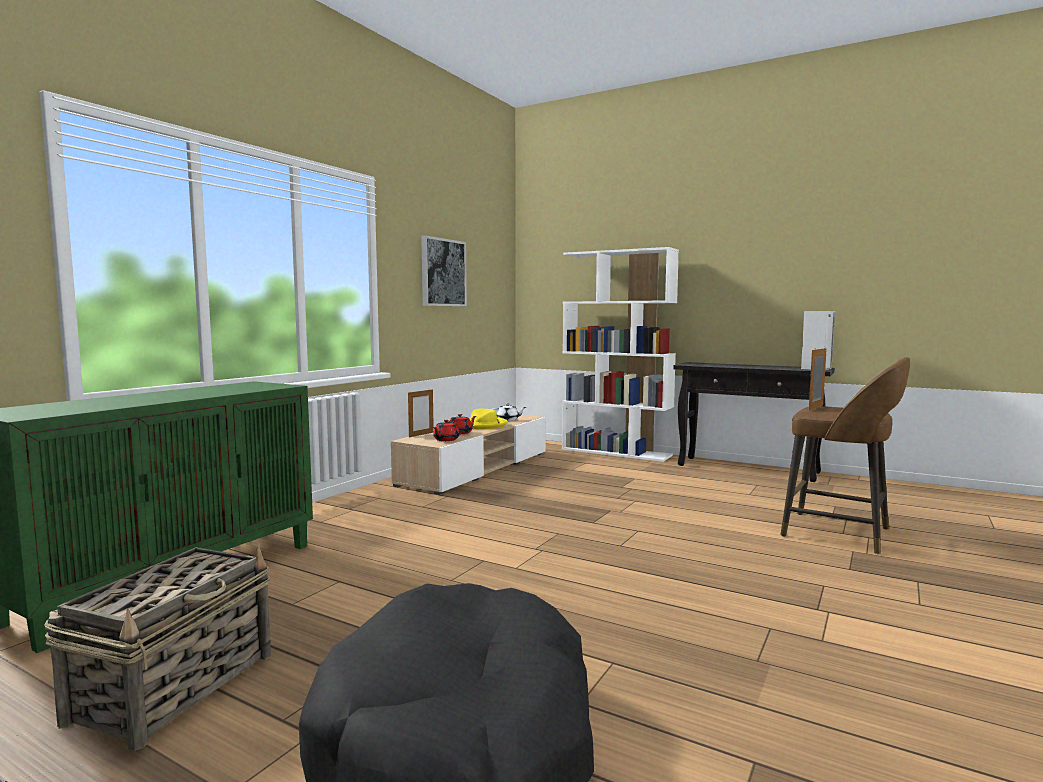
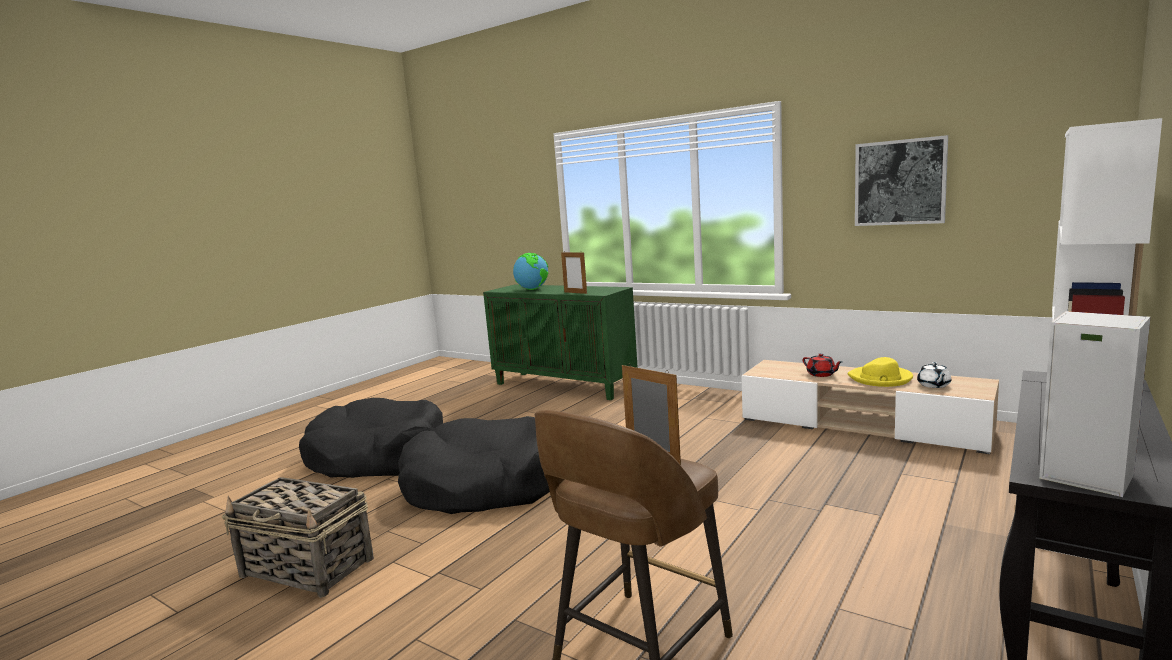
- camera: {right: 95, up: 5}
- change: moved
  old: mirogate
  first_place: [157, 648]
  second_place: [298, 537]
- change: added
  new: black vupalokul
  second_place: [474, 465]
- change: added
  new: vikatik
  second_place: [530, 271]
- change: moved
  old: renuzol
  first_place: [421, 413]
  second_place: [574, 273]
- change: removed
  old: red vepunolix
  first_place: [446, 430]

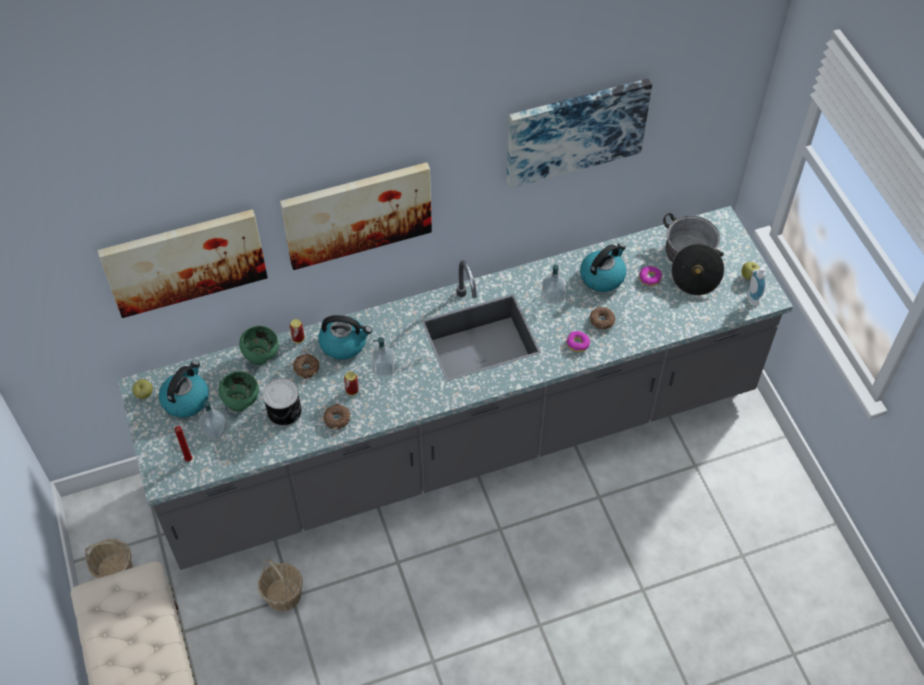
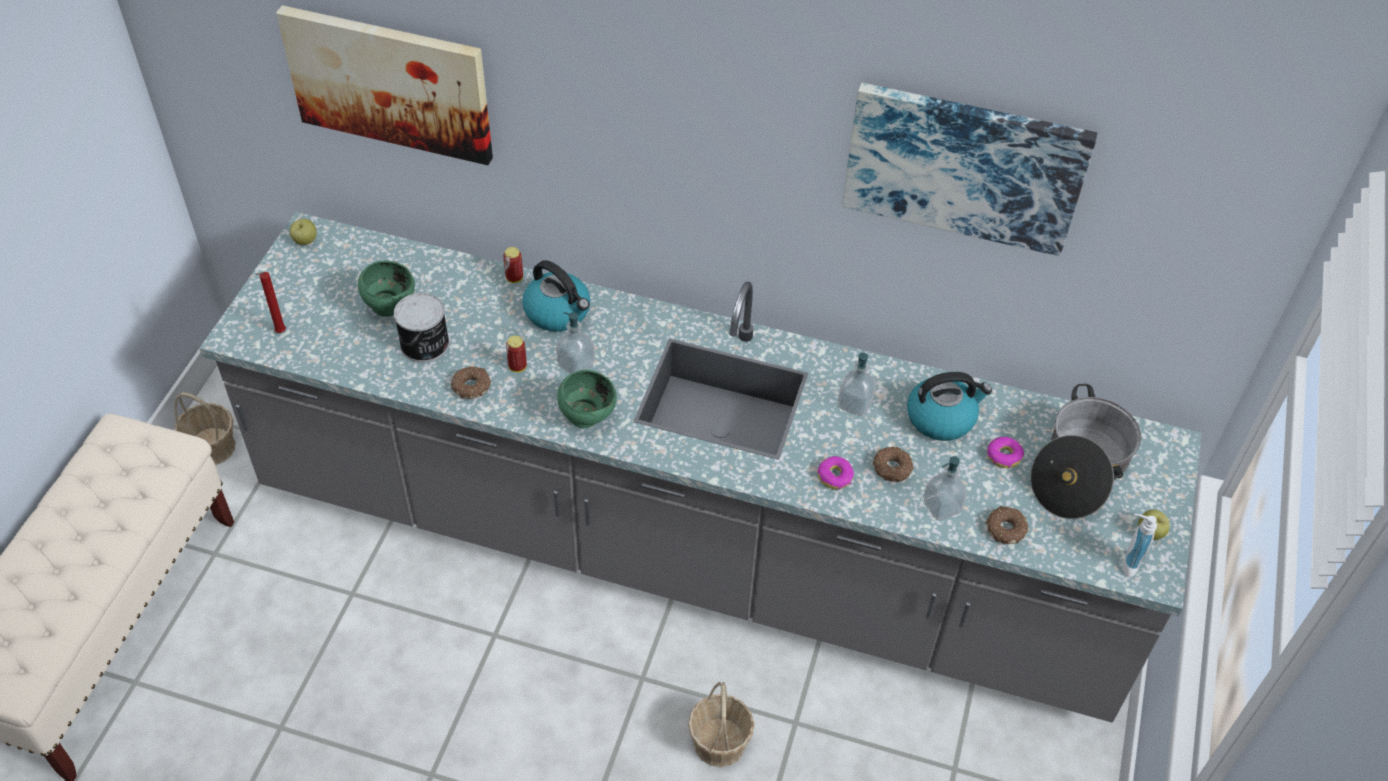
- camera: {right: 35, up: -5}
- change: moved
  old: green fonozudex
  first_place: [259, 345]
  second_place: [587, 399]
- change: moved
  old: mirogate
  first_place: [280, 585]
  second_place: [721, 725]
- change: moved
  old: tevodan
  first_place: [213, 420]
  second_place: [945, 488]
- change: moved
  old: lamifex
  first_place: [306, 366]
  second_place: [1007, 525]
- change: removed
  old: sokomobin
  first_place: [184, 389]
- change: removed
  old: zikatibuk
  first_place: [356, 216]

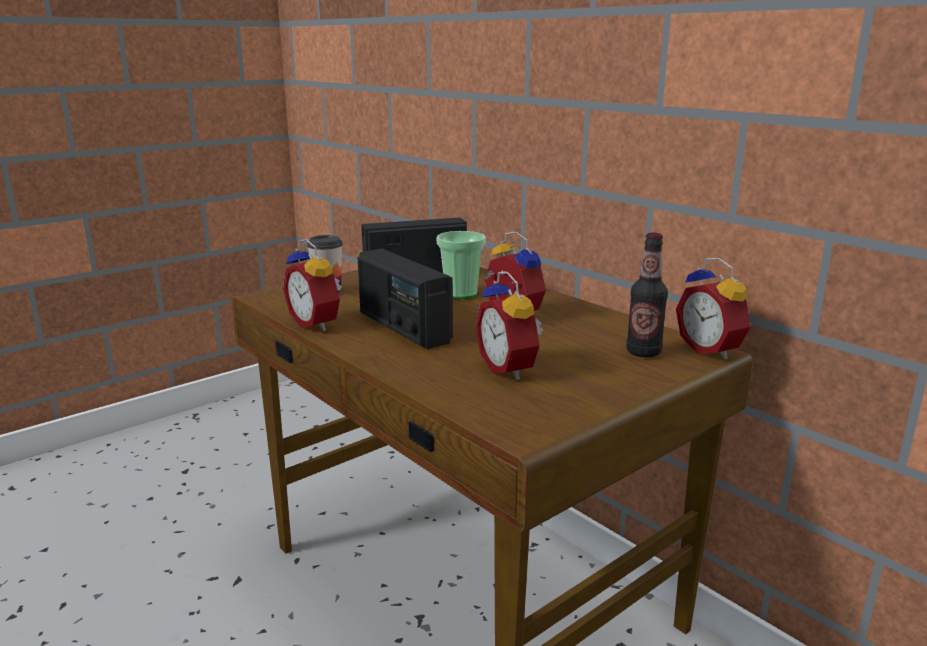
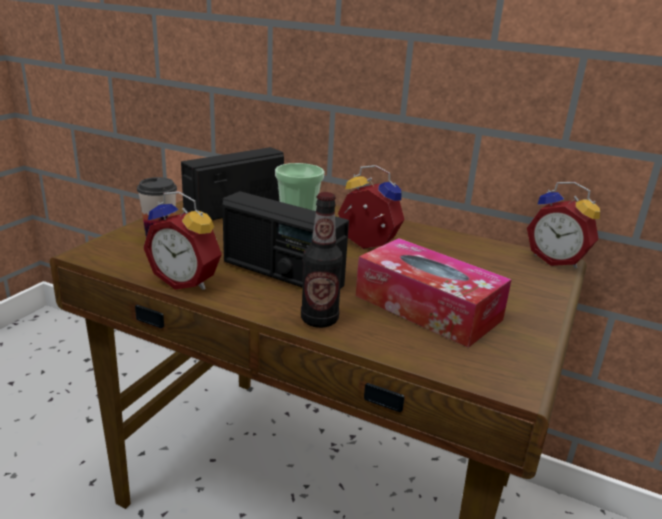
- camera: {right: -25, up: 5}
- change: moved
  old: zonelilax
  first_place: [647, 295]
  second_place: [322, 260]
- change: replaced
  old: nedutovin
  new: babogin
  first_place: [509, 326]
  second_place: [434, 293]

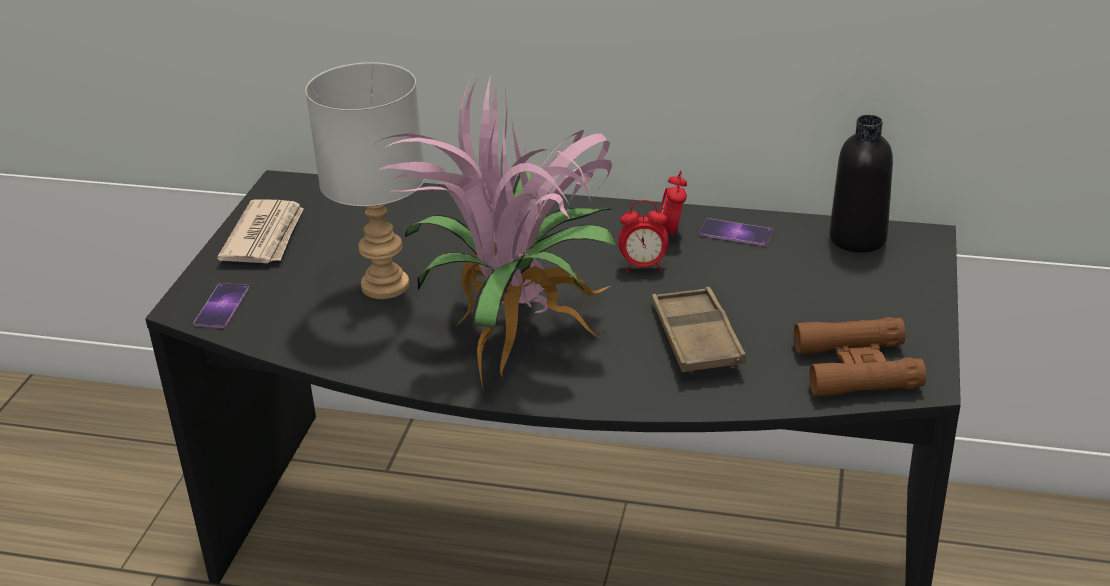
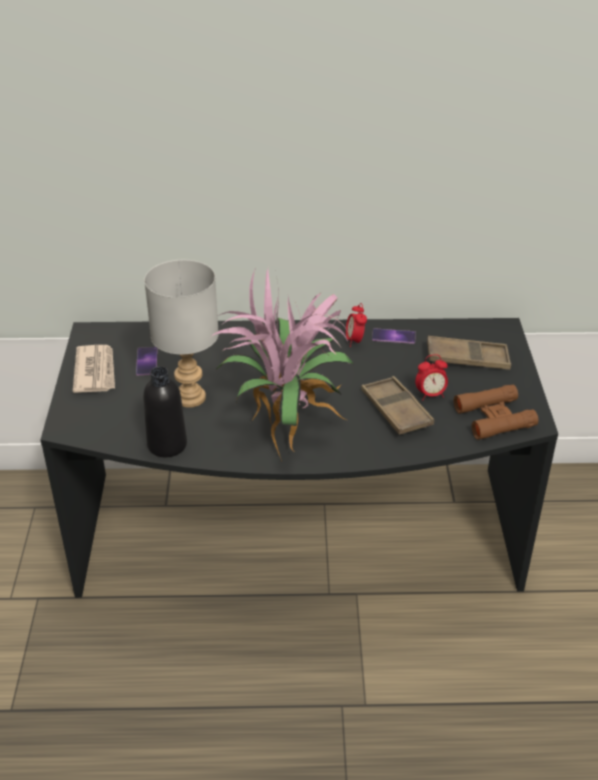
- camera: {right: -15, up: 5}
- change: moved
  old: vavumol
  first_place: [221, 305]
  second_place: [146, 361]
- change: moved
  old: black zonelilax
  first_place: [861, 184]
  second_place: [165, 412]
- change: moved
  old: nedutovin
  first_place: [643, 236]
  second_place: [431, 377]
- change: added
  new: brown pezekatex
  second_place: [469, 353]

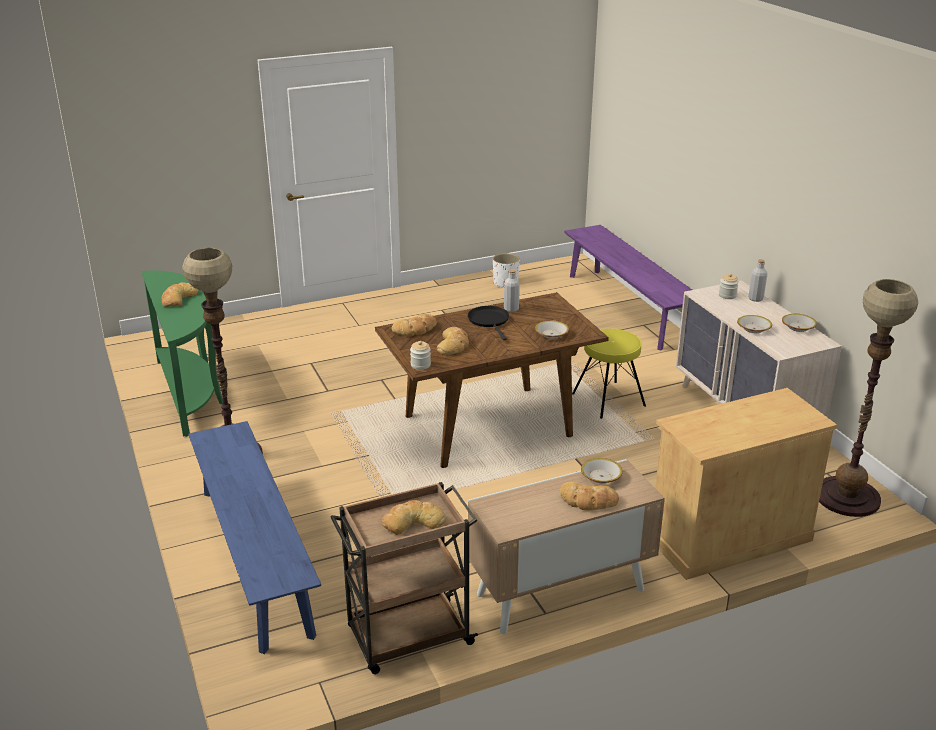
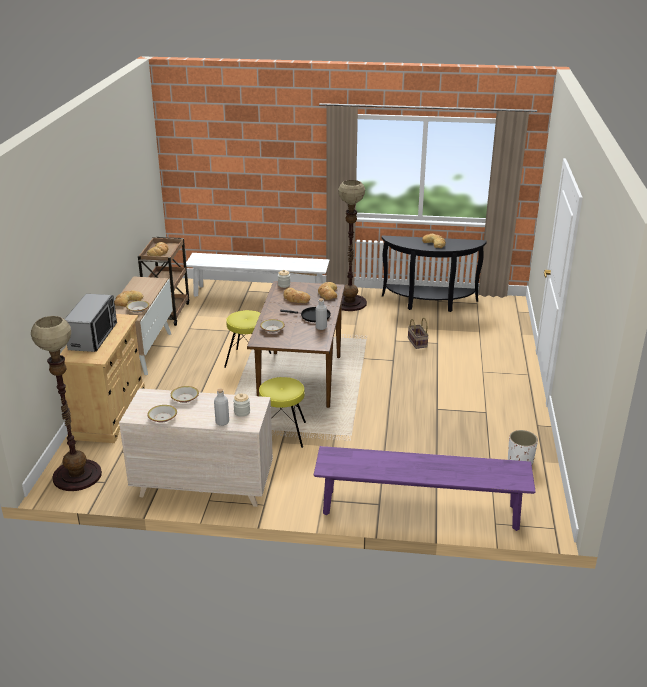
- camera: {right: 120, up: 0}
- change: added
  new: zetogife
  second_place: [91, 323]
- change: recoloured
  old: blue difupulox
  new: white difupulox
  first_place: [254, 537]
  second_place: [258, 275]
- change: added
  new: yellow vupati
  second_place: [247, 339]
- change: recoloured
  old: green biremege
  new: black biremege
  first_place: [182, 353]
  second_place: [434, 274]
- change: added
  new: mirogate
  second_place: [418, 333]

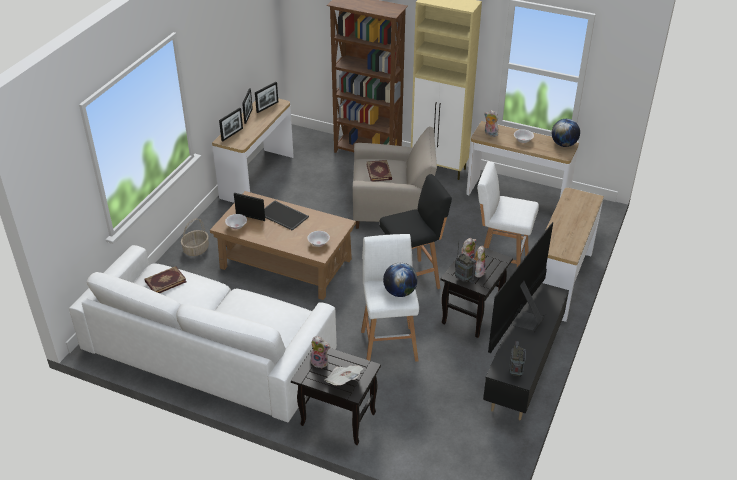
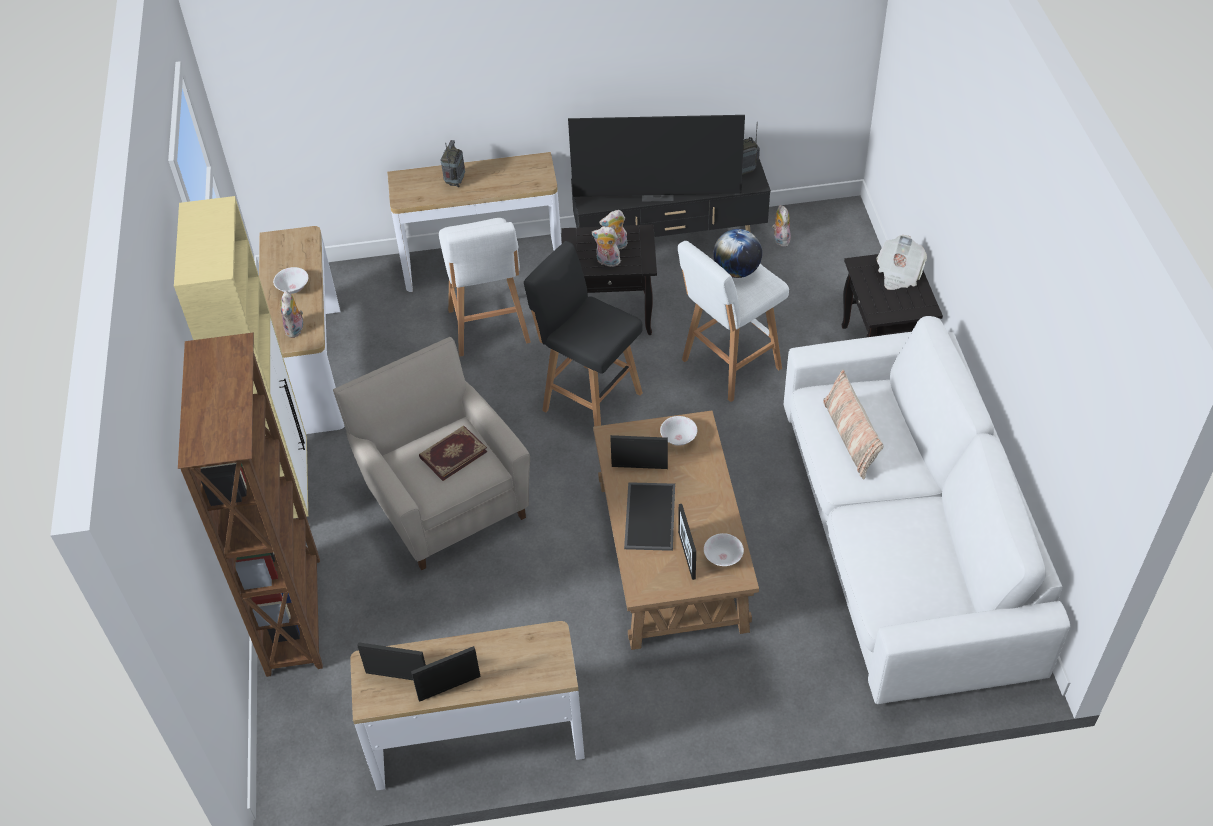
- camera: {right: -120, up: 10}
- change: moved
  old: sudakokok
  first_place: [466, 263]
  second_place: [453, 163]
- change: moved
  old: renuzol
  first_place: [231, 124]
  second_place: [639, 452]
- change: moved
  old: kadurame
  first_place: [320, 352]
  second_place: [781, 226]
- change: added
  new: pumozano
  second_place: [853, 424]
- change: removed
  old: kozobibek
  first_place: [165, 279]
- change: removed
  old: mirogate
  first_place: [195, 237]
- change: removed
  old: vikatik
  first_place: [566, 133]

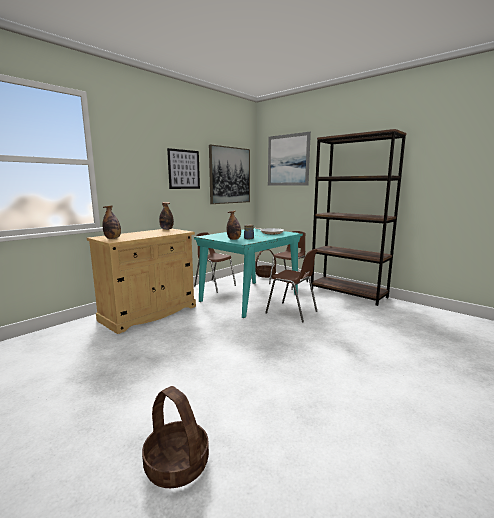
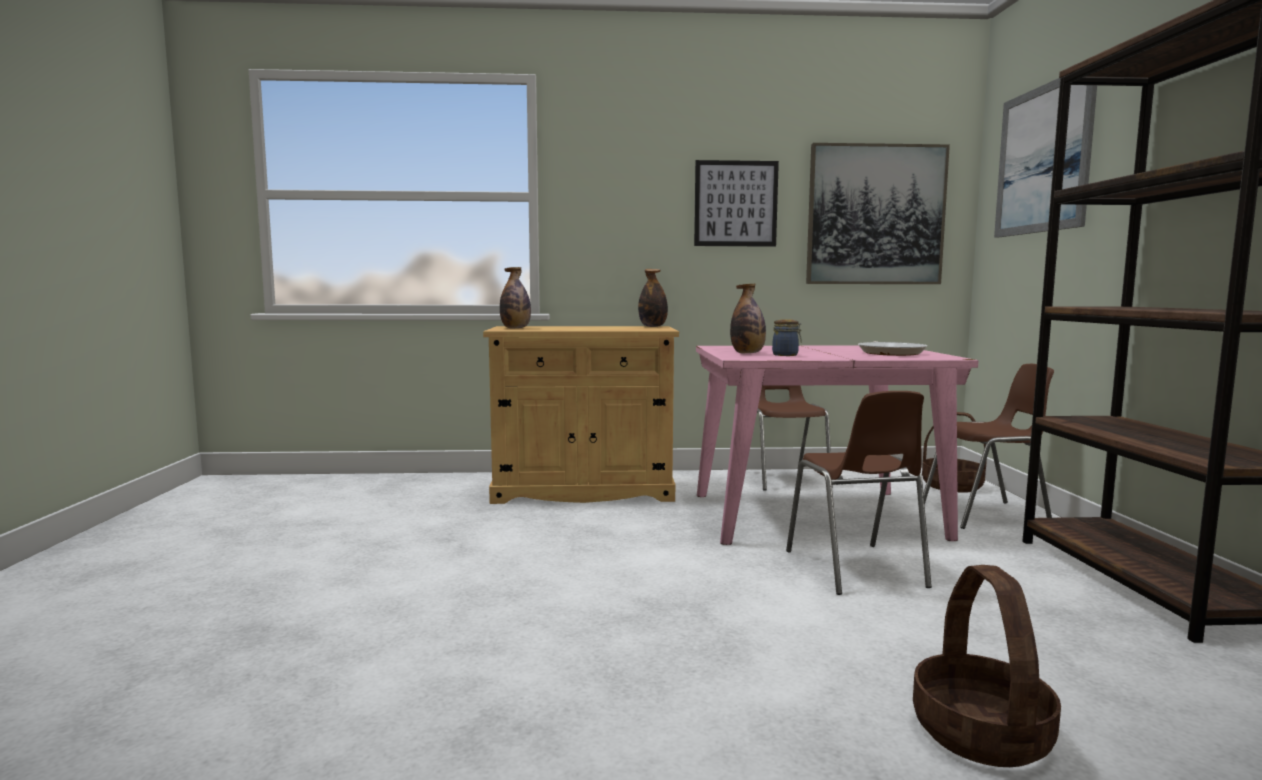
- camera: {right: 45, up: -5}
- change: recoloured
  old: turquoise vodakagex
  new: pink vodakagex
  first_place: [248, 273]
  second_place: [837, 445]
- change: moved
  old: mirogate
  first_place: [175, 437]
  second_place: [987, 666]

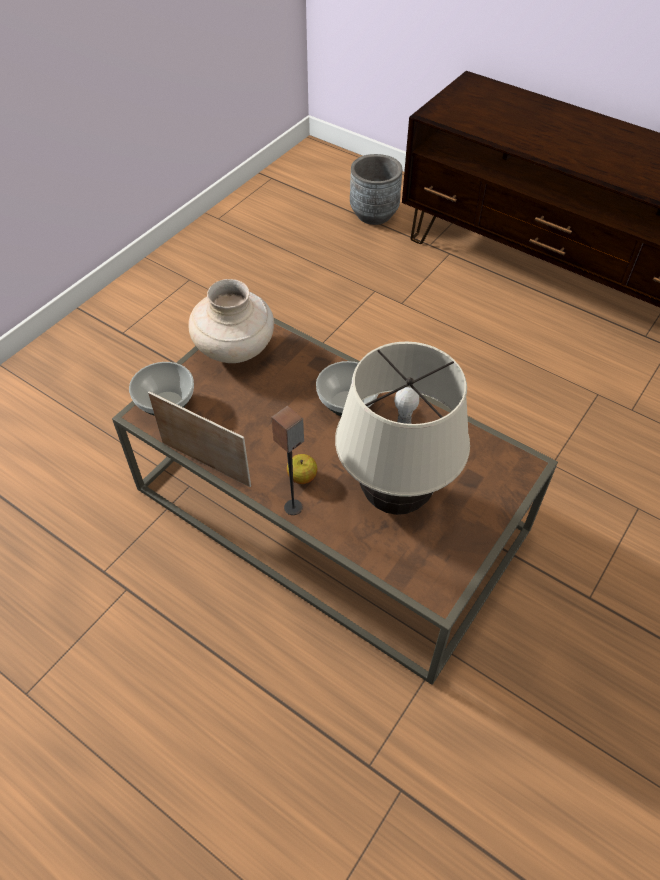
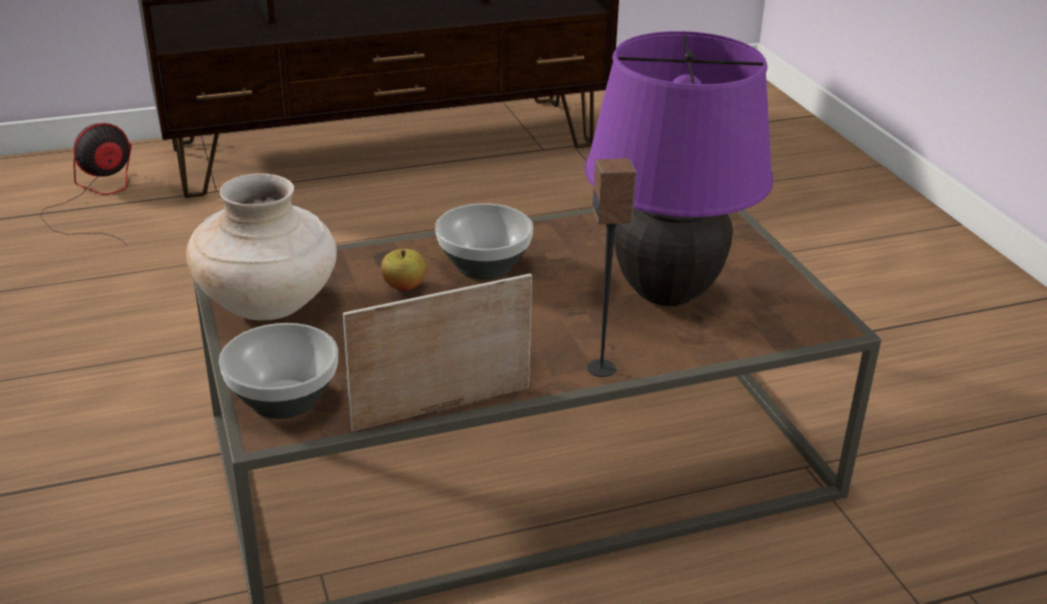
- camera: {right: -55, up: -20}
- change: replaced
  old: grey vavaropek
  new: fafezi
  first_place: [376, 189]
  second_place: [86, 184]
- change: moved
  old: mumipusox
  first_place: [302, 469]
  second_place: [403, 269]
- change: recoloured
  old: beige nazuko
  new: purple nazuko
  first_place: [402, 428]
  second_place: [679, 168]

